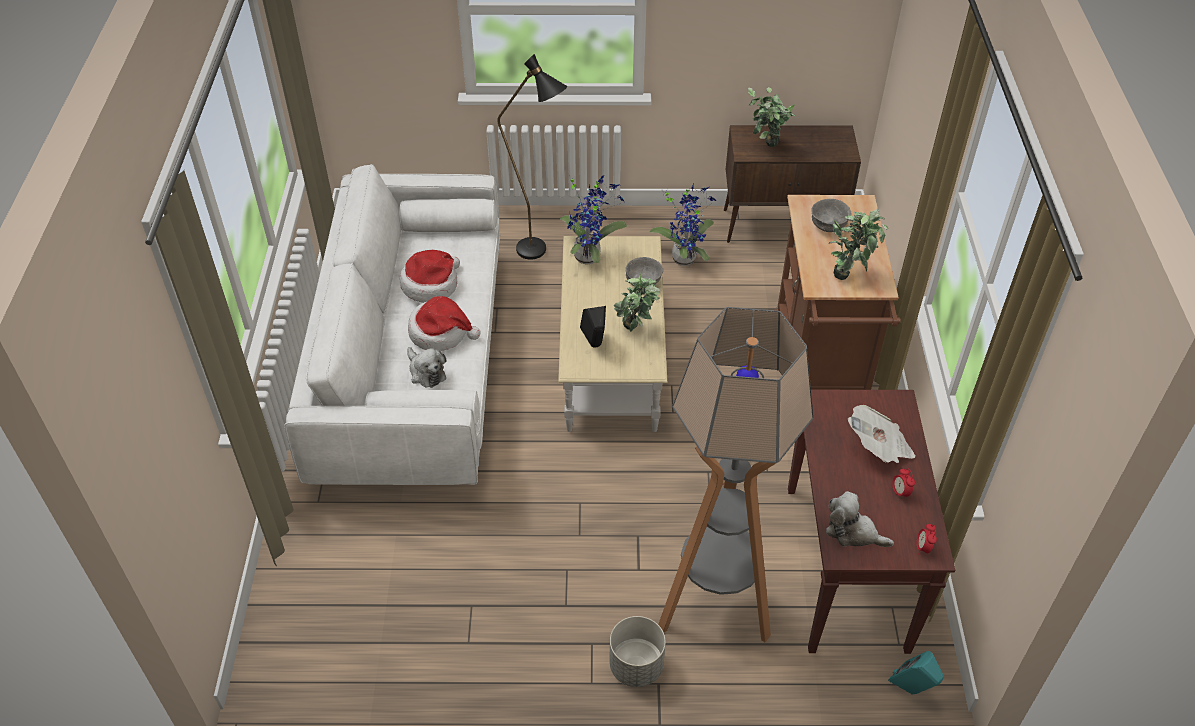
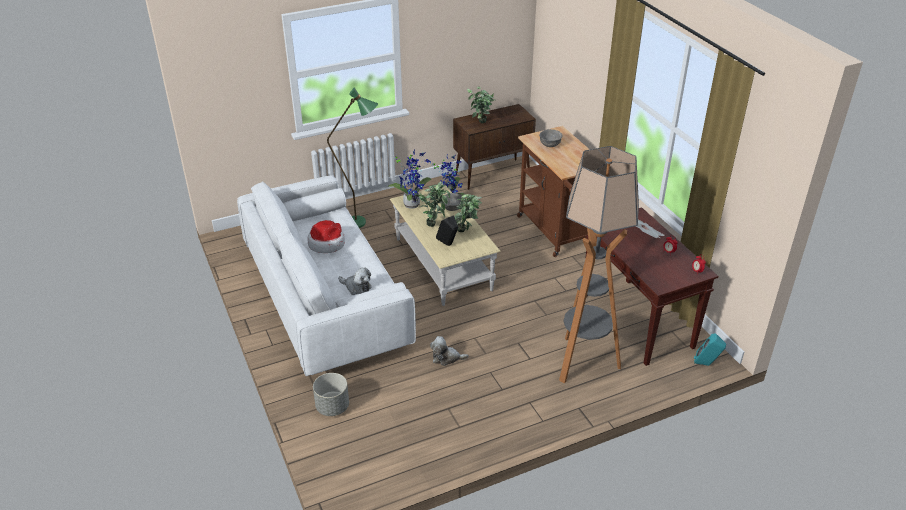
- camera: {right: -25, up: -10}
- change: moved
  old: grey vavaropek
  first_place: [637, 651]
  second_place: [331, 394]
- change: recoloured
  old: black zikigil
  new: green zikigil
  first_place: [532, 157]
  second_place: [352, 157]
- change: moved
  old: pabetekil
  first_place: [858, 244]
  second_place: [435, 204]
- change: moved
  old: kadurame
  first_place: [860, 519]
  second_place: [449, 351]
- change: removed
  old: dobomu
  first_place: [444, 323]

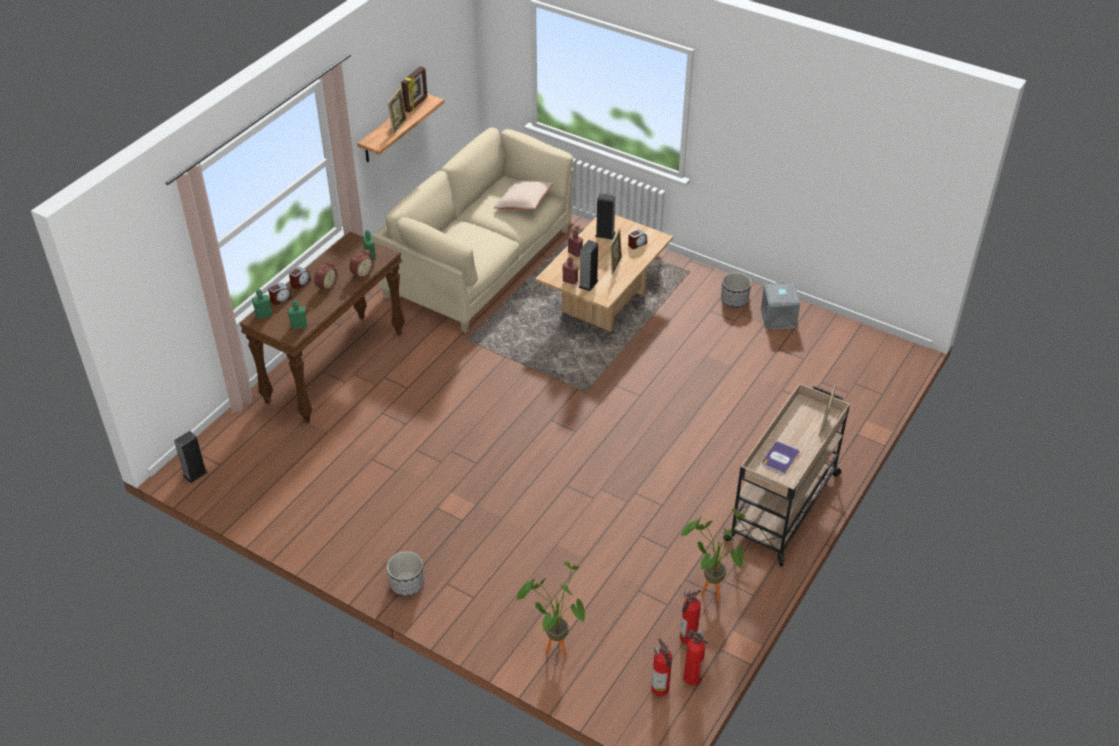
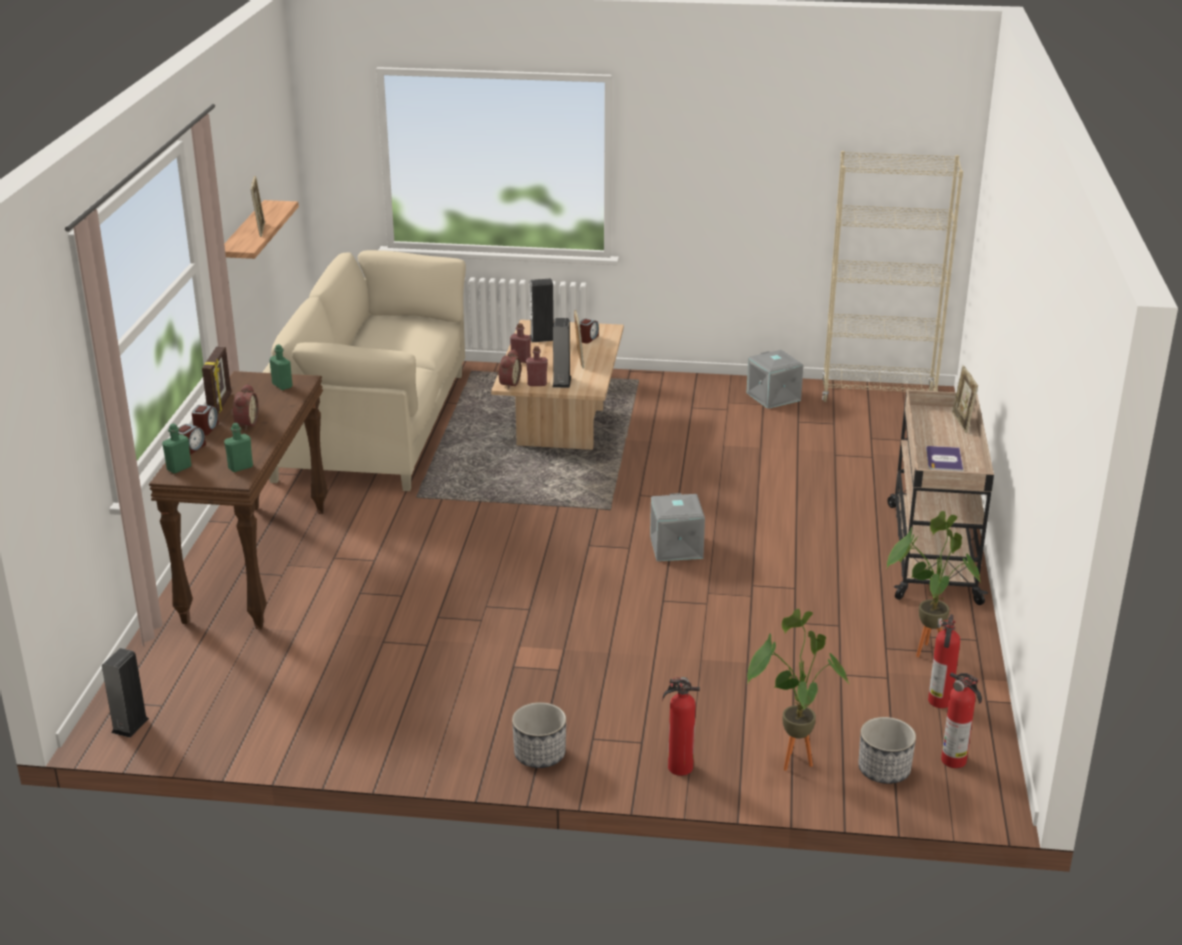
- camera: {right: -25, up: -15}
- change: moved
  old: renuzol
  first_place: [414, 89]
  second_place: [216, 380]
- change: moved
  old: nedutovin
  first_place: [361, 264]
  second_place: [509, 369]
- change: added
  new: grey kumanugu
  second_place: [677, 527]
- change: moved
  old: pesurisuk
  first_place: [695, 657]
  second_place: [681, 726]
- change: added
  new: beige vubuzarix
  second_place: [892, 276]
- change: moved
  old: vavaropek
  first_place: [736, 290]
  second_place: [887, 750]
- change: removed
  old: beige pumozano
  first_place: [524, 195]

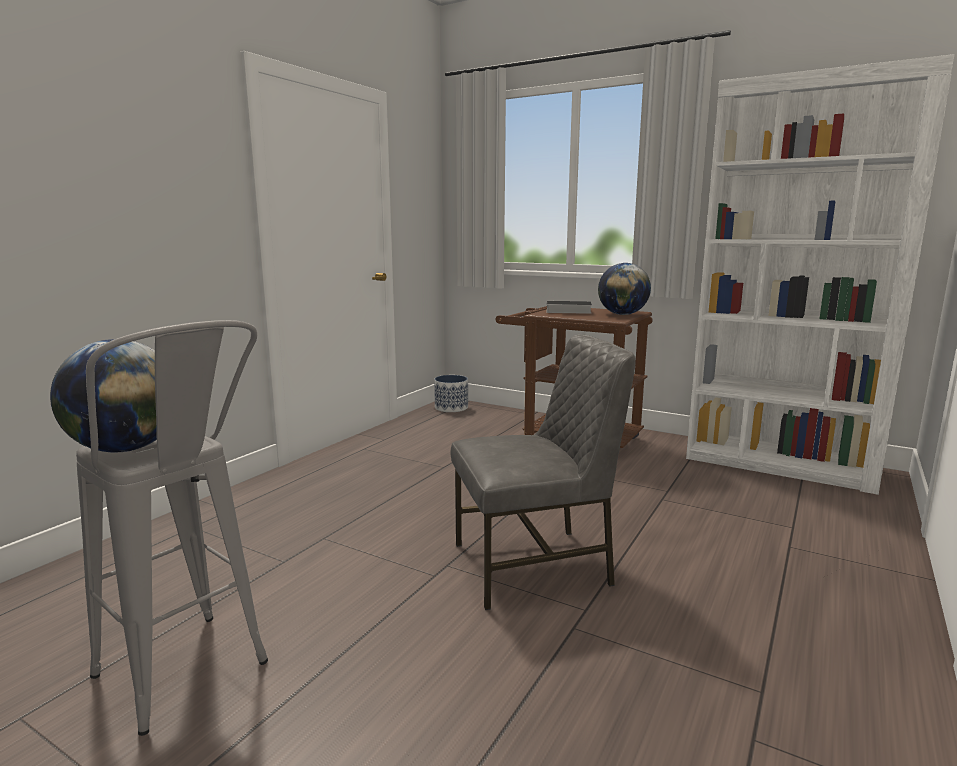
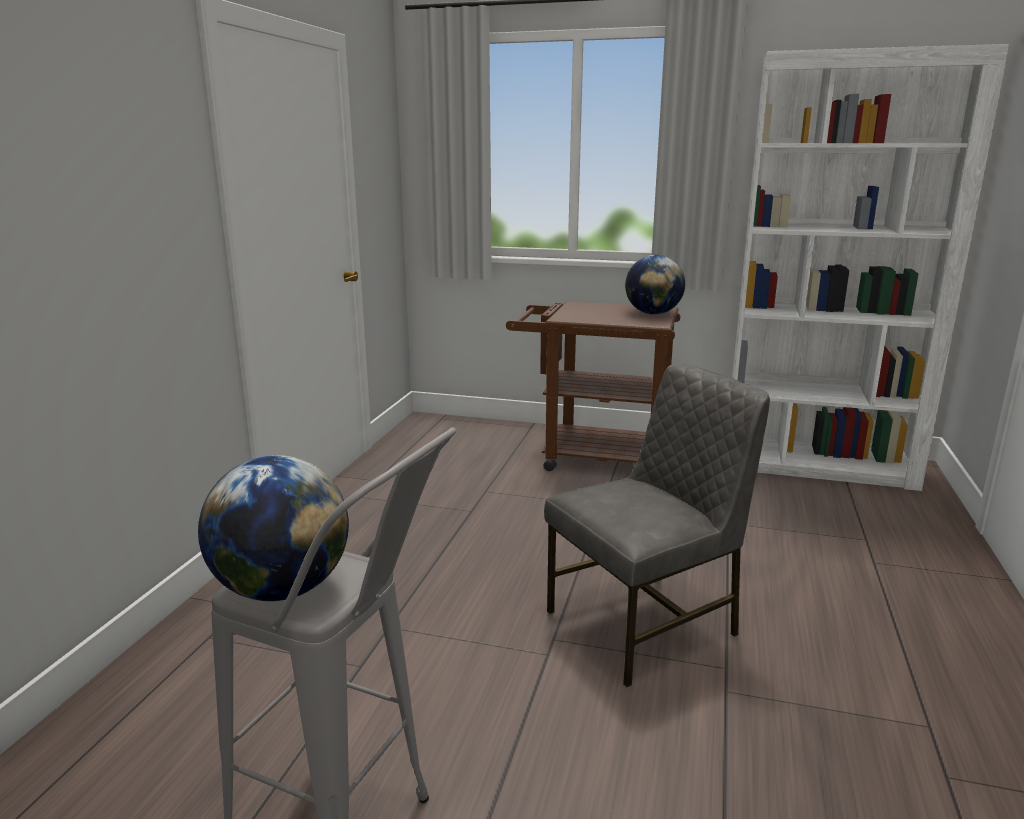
- camera: {right: -15, up: 5}
- change: removed
  old: vavaropek
  first_place: [451, 393]
- change: removed
  old: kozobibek
  first_place: [569, 307]

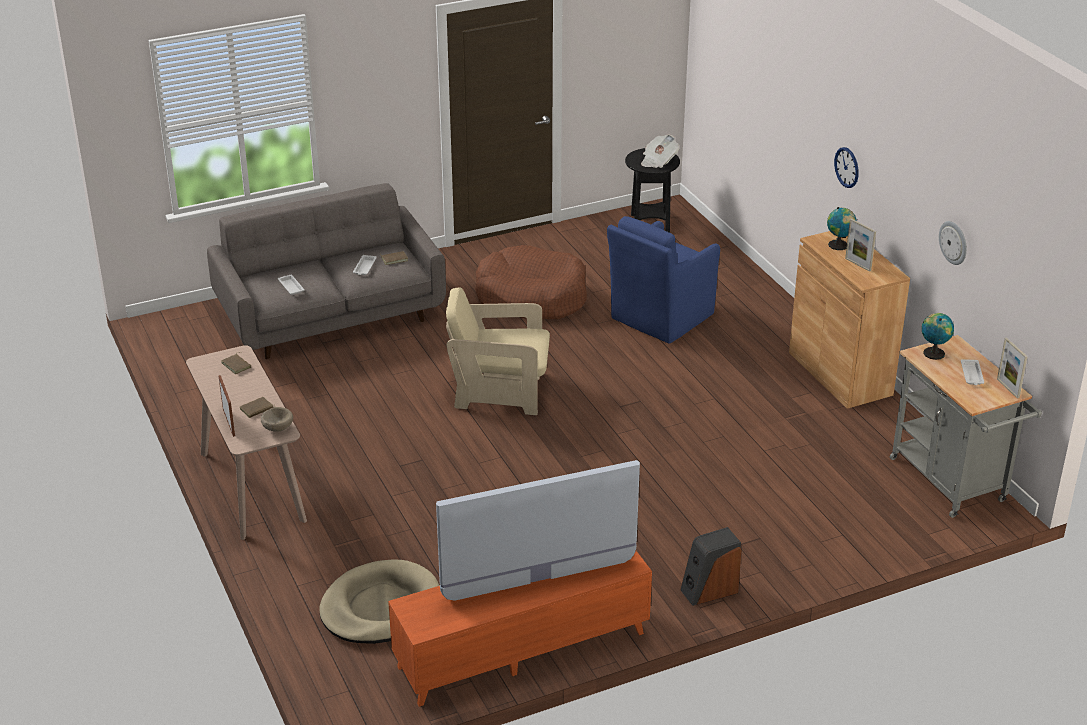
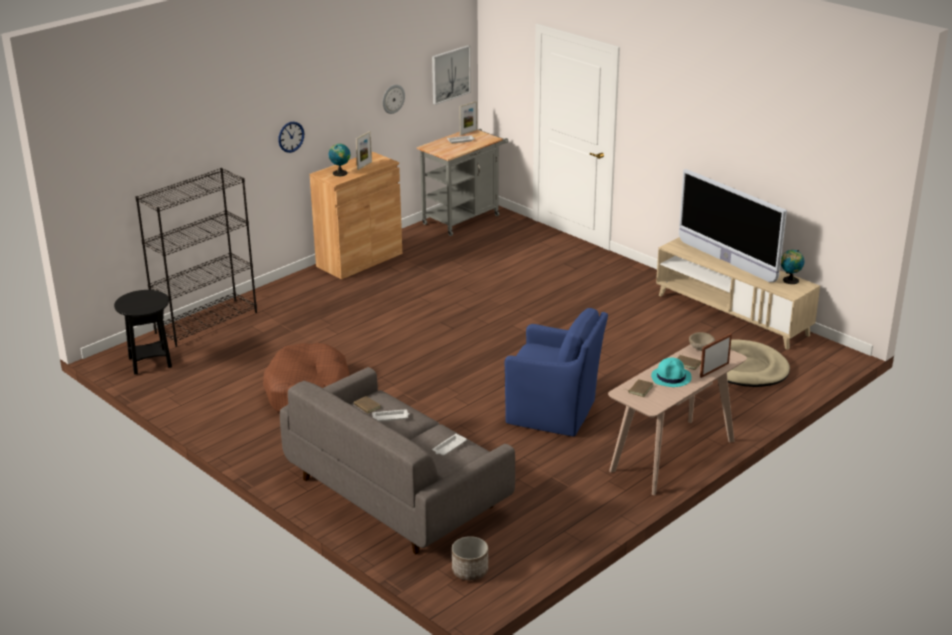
- camera: {right: -110, up: -5}
- change: added
  new: black vubuzarix
  second_place: [196, 257]
- change: added
  new: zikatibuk
  second_place: [451, 75]
- change: added
  new: vavaropek
  second_place: [470, 558]
- change: moved
  old: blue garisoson
  first_place: [663, 280]
  second_place: [556, 372]
- change: added
  new: turquoise dobomu
  second_place: [671, 372]
- change: recoloured
  old: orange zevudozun
  new: beige zevudozun
  first_place: [520, 629]
  second_place: [738, 293]
- change: moved
  old: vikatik
  first_place: [938, 336]
  second_place: [793, 267]
- change: removed
  old: beige garisoson
  first_place: [498, 351]
- change: removed
  old: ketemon
  first_place: [660, 151]
- change: removed
  old: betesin
  first_place: [710, 566]

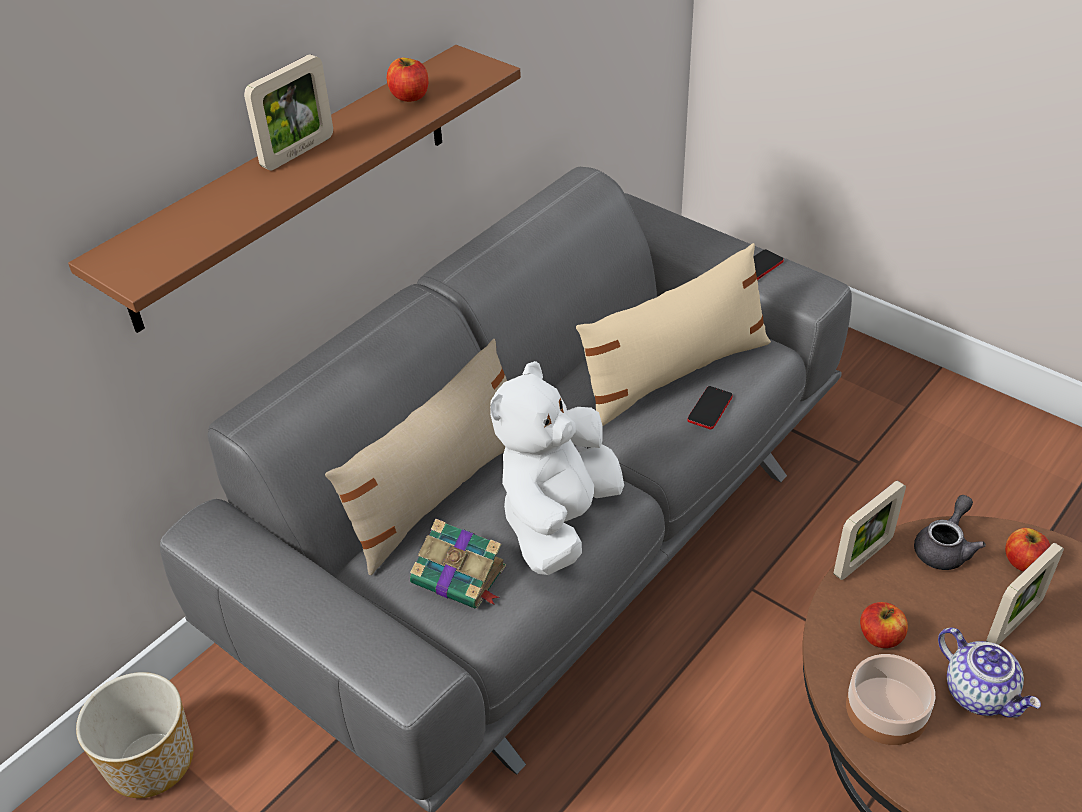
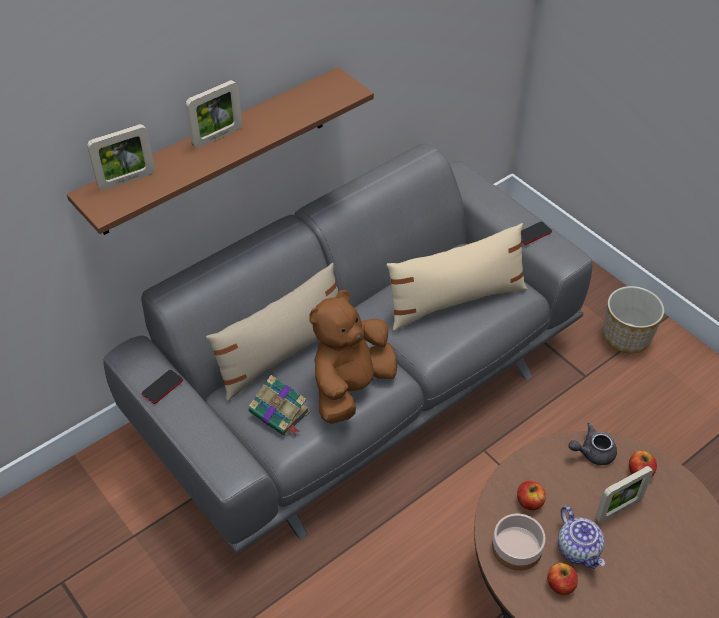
- camera: {right: 10, up: 5}
- change: moved
  old: renuzol
  first_place: [869, 530]
  second_place: [121, 157]
- change: moved
  old: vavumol
  first_place: [710, 408]
  second_place: [162, 387]
- change: recoloured
  old: white kadurame
  new: brown kadurame
  first_place: [557, 468]
  second_place: [353, 357]
- change: moved
  old: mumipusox
  first_place: [407, 80]
  second_place: [562, 579]
- change: turned
  old: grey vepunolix
  first_place: [950, 532]
  second_place: [593, 444]
  degrees: -150
- change: moved
  old: vavaropek
  first_place: [135, 735]
  second_place: [633, 320]

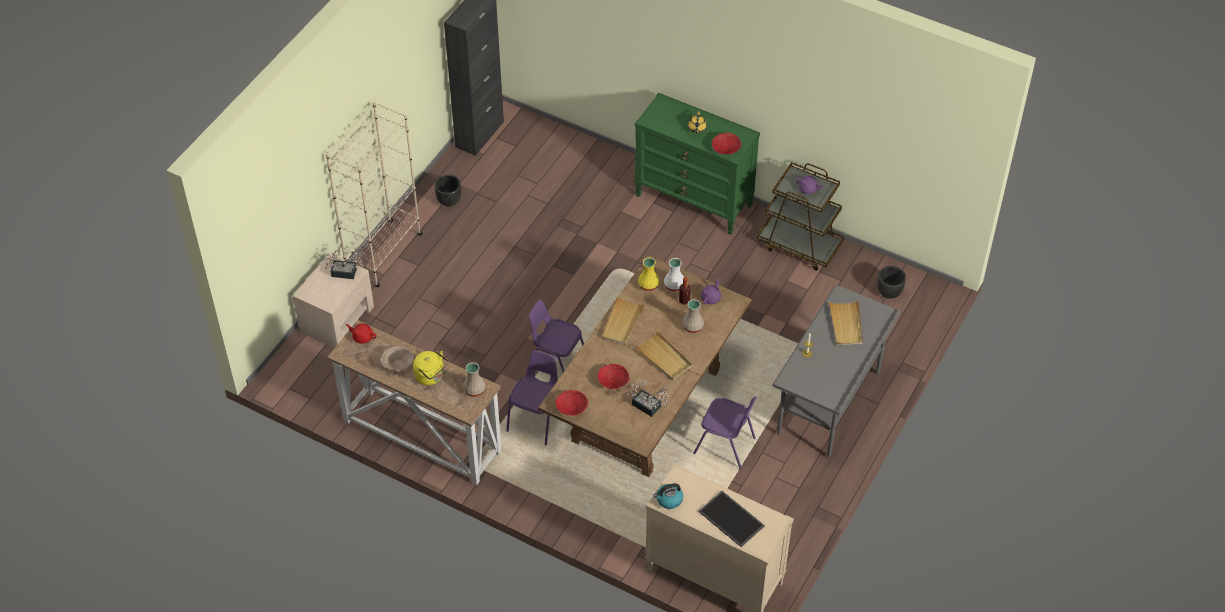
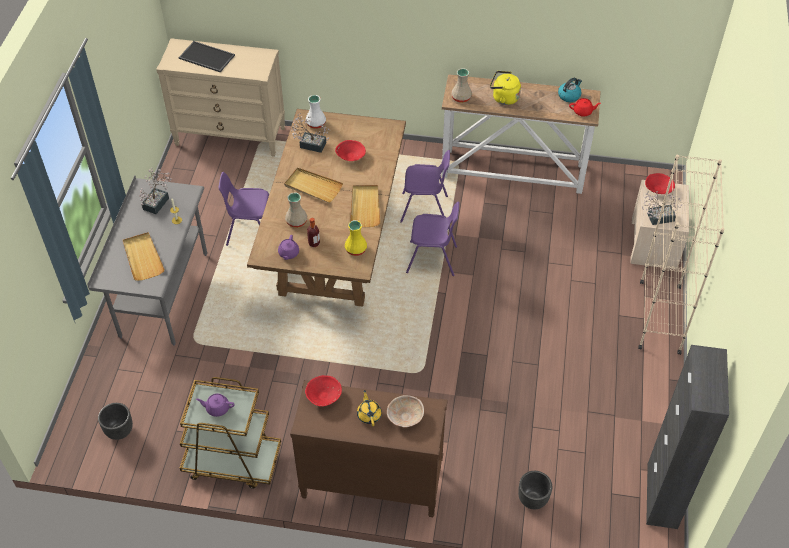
- camera: {right: 160, up: 0}
- change: added
  new: pabetekil
  second_place: [155, 191]
- change: recoloured
  old: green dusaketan
  new: brown dusaketan
  first_place: [697, 164]
  second_place: [369, 448]
- change: moved
  old: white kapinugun
  first_place: [674, 274]
  second_place: [316, 112]
- change: moved
  old: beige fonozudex
  first_place: [397, 358]
  second_place: [405, 411]
- change: turned
  old: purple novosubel
  first_place: [532, 397]
  second_place: [425, 186]
  degrees: -90
- change: moved
  old: black vavaropek
  first_place: [447, 190]
  second_place: [535, 490]
- change: moved
  old: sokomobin
  first_place: [668, 496]
  second_place: [570, 90]
- change: moved
  old: red fonozudex
  first_place: [572, 403]
  second_place: [660, 183]

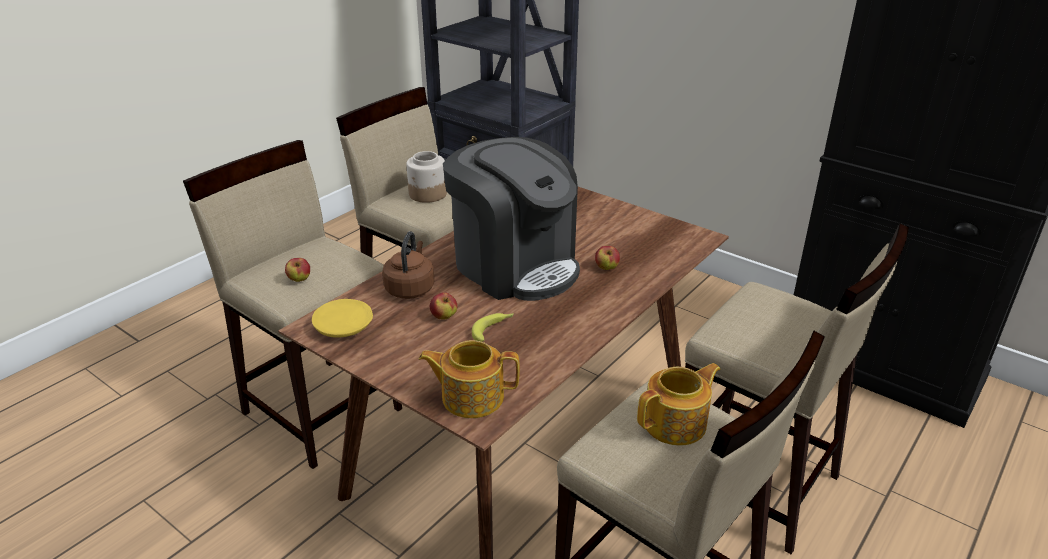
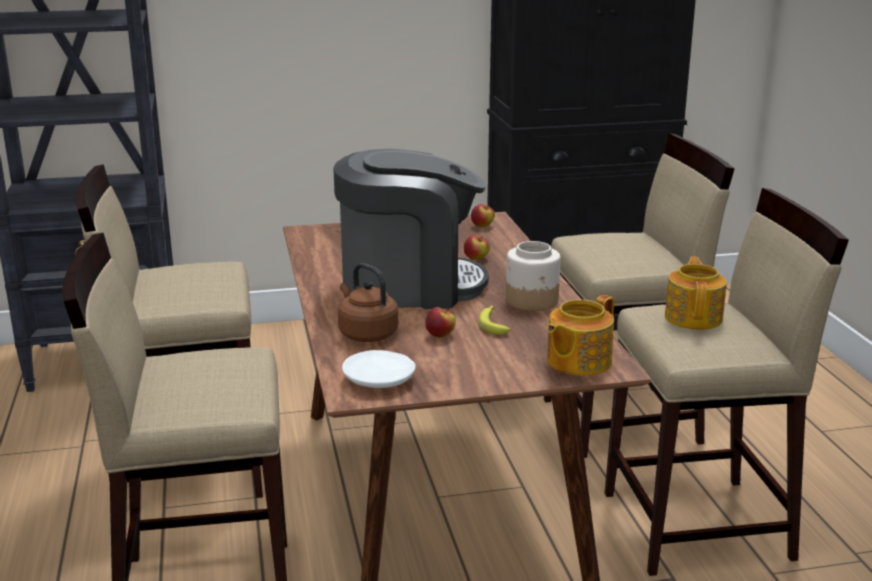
- camera: {right: -50, up: -10}
- change: recoloured
  old: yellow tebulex
  new: white tebulex
  first_place: [342, 318]
  second_place: [379, 369]
- change: moved
  old: mumipusox
  first_place: [297, 270]
  second_place: [483, 215]
- change: moved
  old: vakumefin
  first_place: [426, 177]
  second_place: [533, 276]

